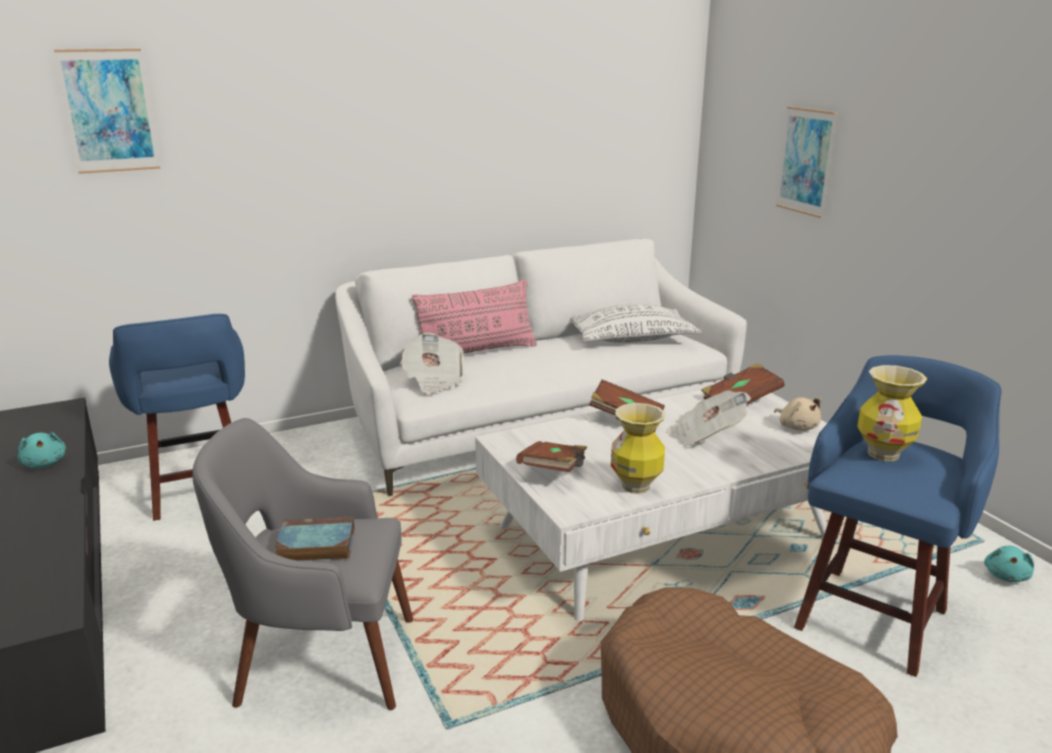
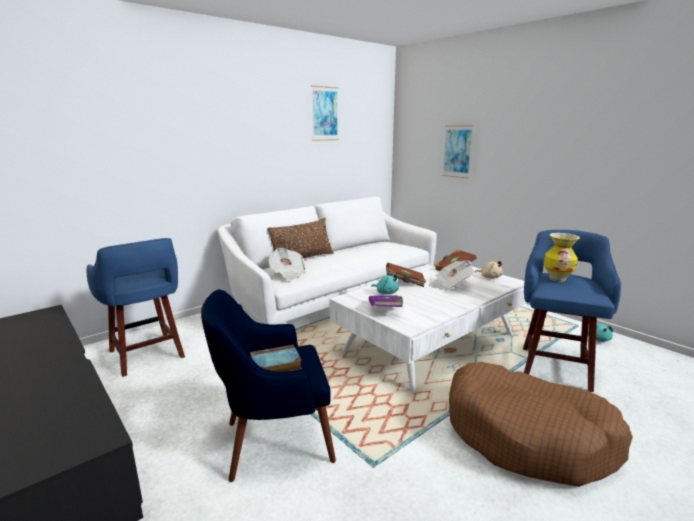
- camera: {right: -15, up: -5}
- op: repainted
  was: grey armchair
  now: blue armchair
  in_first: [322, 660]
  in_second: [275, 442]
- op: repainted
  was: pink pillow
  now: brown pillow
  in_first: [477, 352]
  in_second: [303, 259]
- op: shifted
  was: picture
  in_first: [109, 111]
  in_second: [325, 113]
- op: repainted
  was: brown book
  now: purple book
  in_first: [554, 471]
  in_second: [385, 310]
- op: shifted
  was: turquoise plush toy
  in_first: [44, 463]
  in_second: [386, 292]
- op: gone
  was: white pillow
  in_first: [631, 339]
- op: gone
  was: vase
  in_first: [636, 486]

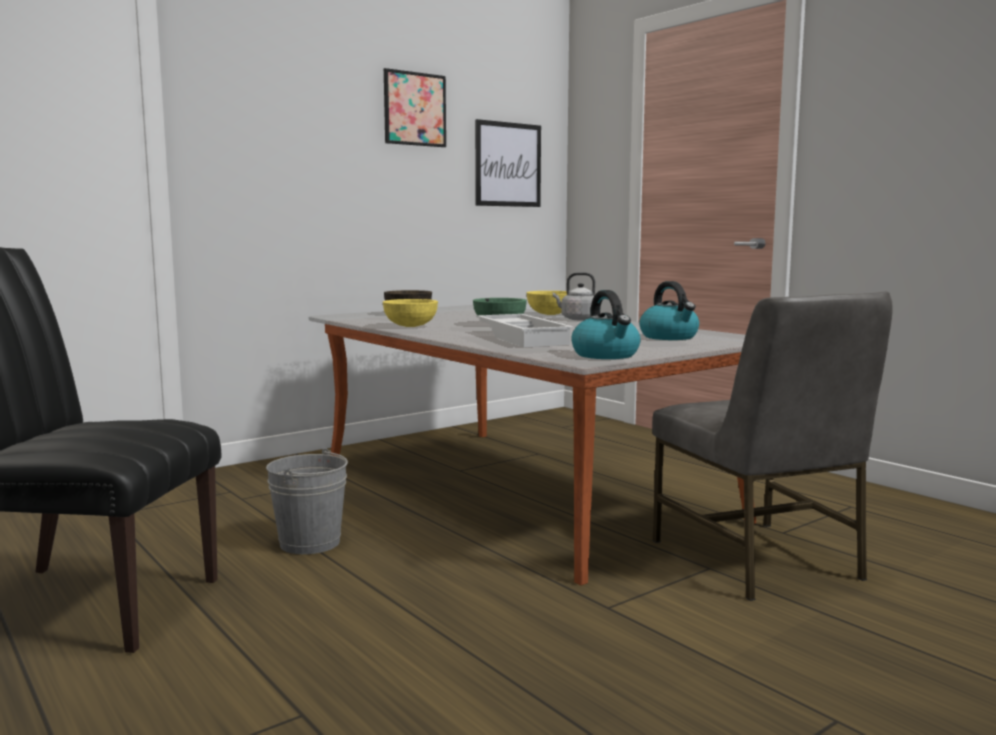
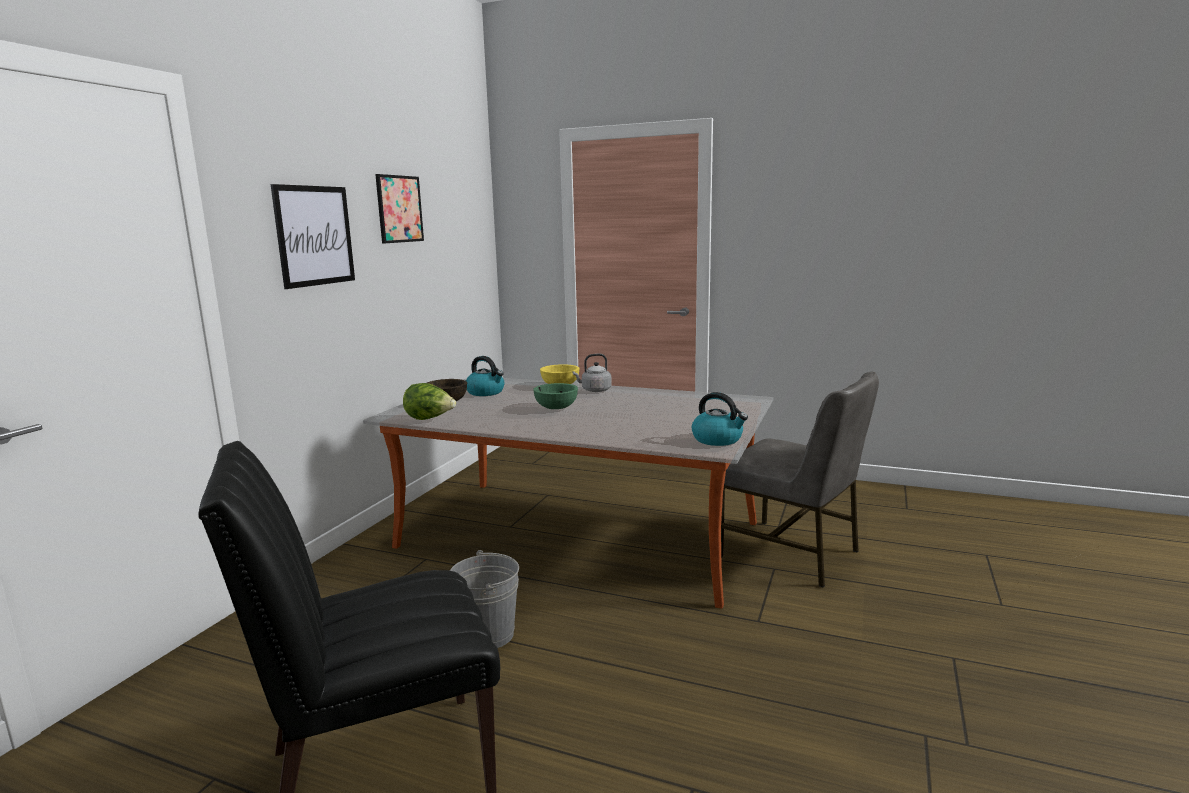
- camera: {right: -30, up: 5}
- op: shifted
  was: picture
  in_first: [508, 164]
  in_second: [314, 236]
- op: new
  now: lettuce
  in_second: [430, 419]
- op: shifted
  was: kettle
  in_first: [669, 337]
  in_second: [486, 392]
- op: gone
  was: yellow bowl
  in_first: [410, 326]
- op: gone
  was: white tray
  in_first: [524, 338]

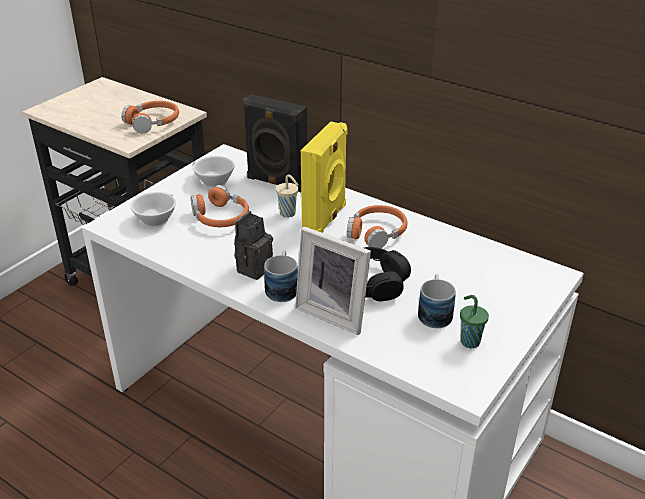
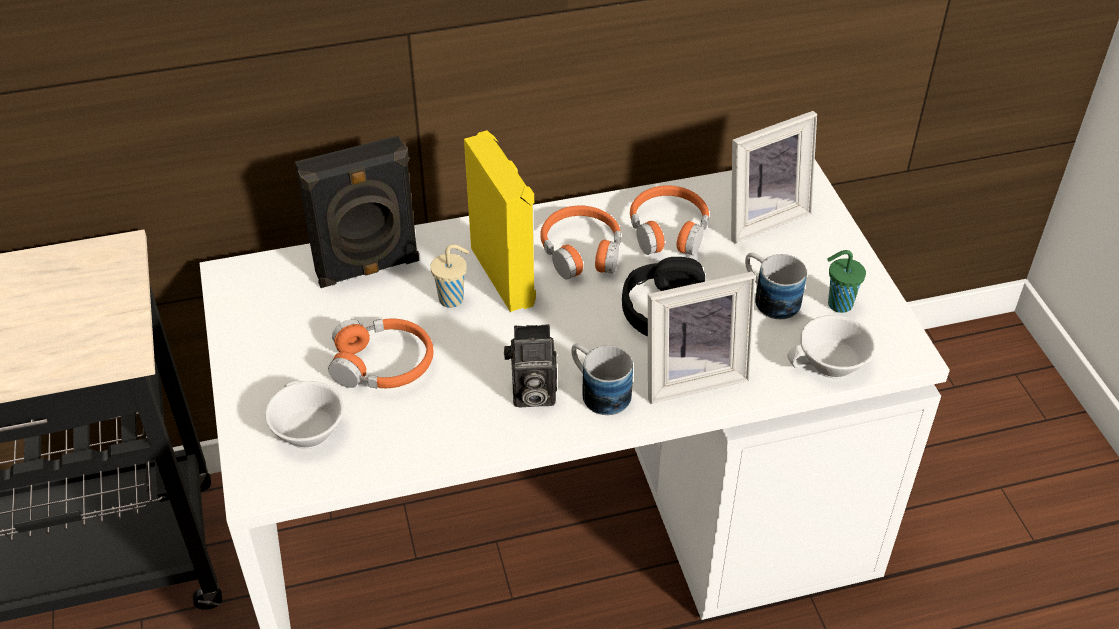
- camera: {right: -50, up: 10}
- op: rotated
  was: photo camera
  in_first: [254, 267]
  in_second: [531, 394]
  clockwise: -75
- op: shifted
  was: orange headphones
  in_first: [153, 122]
  in_second: [668, 230]
- op: new
  now: picture frame
  in_second: [761, 217]
- op: shifted
  was: white cup
  in_first: [212, 181]
  in_second: [831, 365]

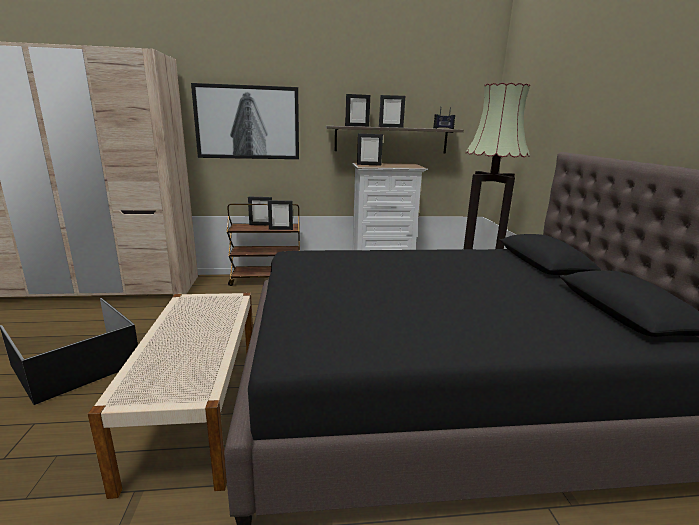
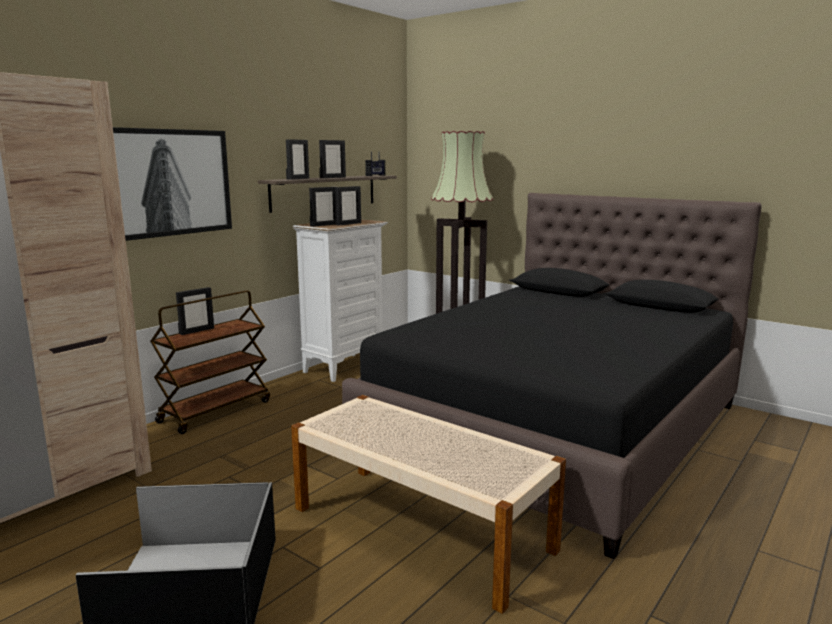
- camera: {right: -45, up: -5}
- op: shifted
  was: picture frame
  in_first: [281, 229]
  in_second: [348, 224]

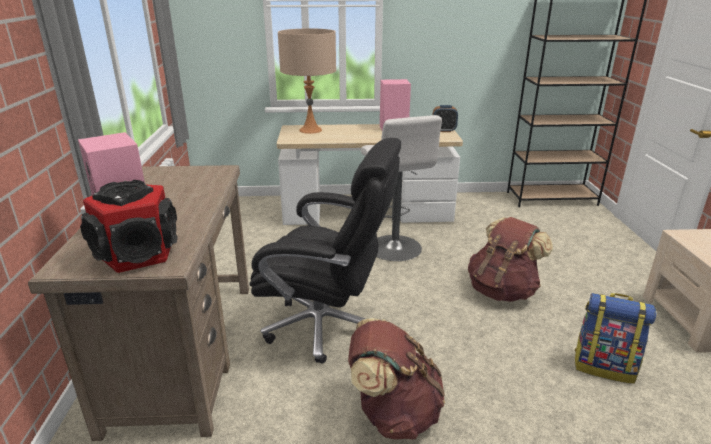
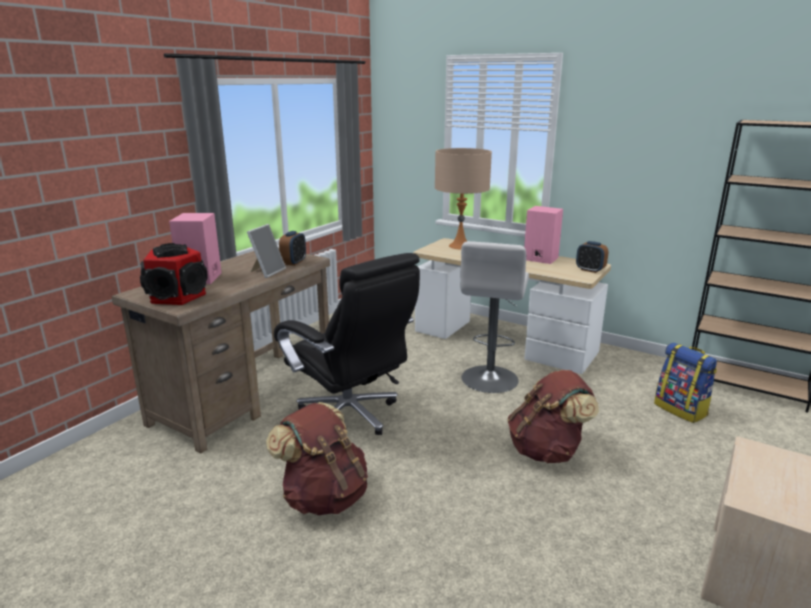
- camera: {right: 35, up: -5}
- op: new
  now: picture frame
  in_second: [267, 272]
- op: new
  now: alarm clock
  in_second: [294, 262]
- op: shifted
  was: backpack
  in_first: [604, 366]
  in_second: [681, 409]

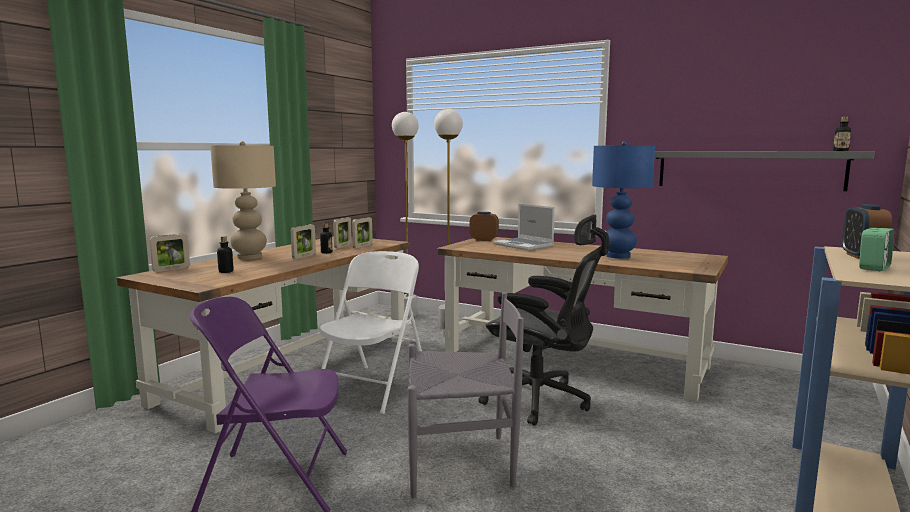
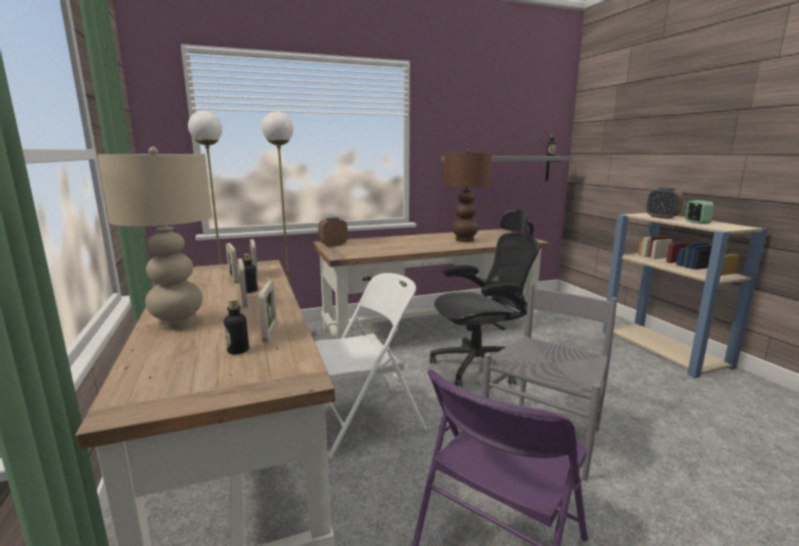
- camera: {right: -50, up: 5}
- op: shifted
  was: picture frame
  in_first: [171, 269]
  in_second: [270, 333]
- op: rotated
  was: white chair
  in_first: [373, 388]
  in_second: [364, 419]
  clockwise: 90
- op: repainted
  was: blue table lamp
  now: brown table lamp
  in_first: [618, 256]
  in_second: [464, 240]
- op: gone
  was: laptop
  in_first: [524, 245]

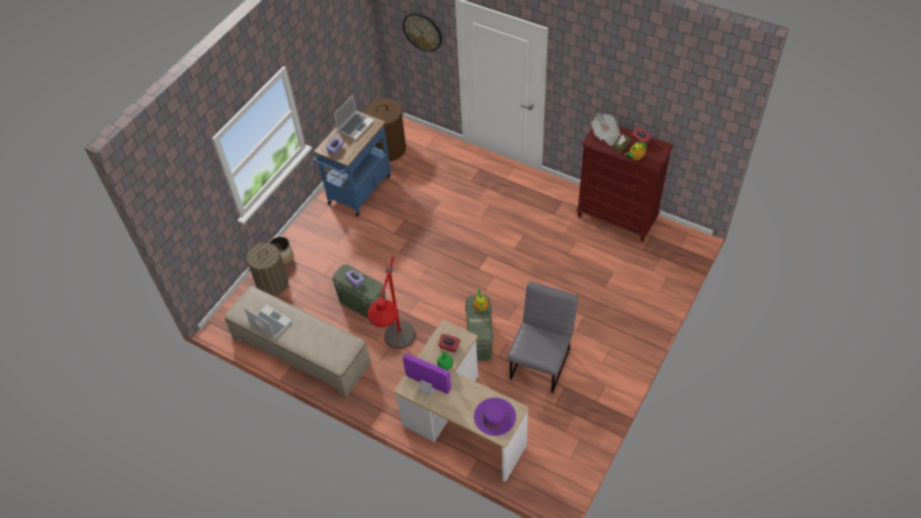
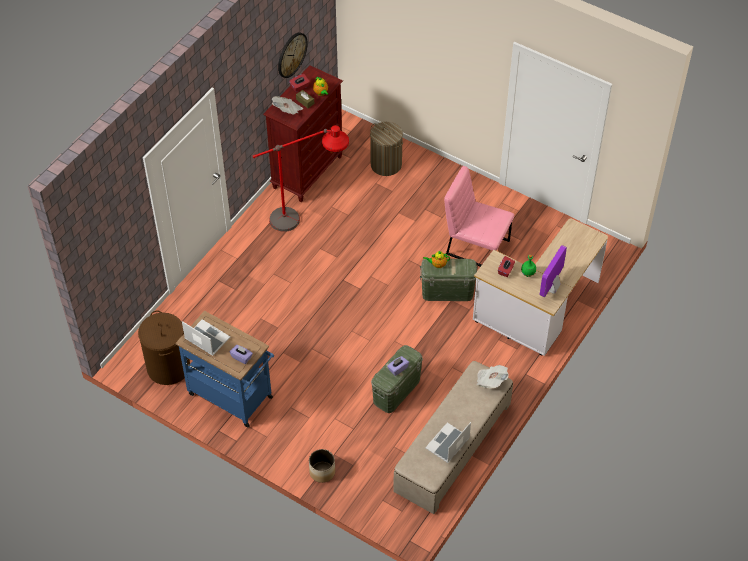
- camera: {right: -90, up: 0}
- op: shifted
  was: red floor lamp
  in_first: [398, 354]
  in_second: [306, 221]
- op: shifted
  was: wall clock
  in_first: [422, 31]
  in_second: [291, 54]
- op: shifted
  was: laundry basket
  in_first: [272, 284]
  in_second: [386, 164]
- op: repainted
  was: grey chair
  now: pink chair
  in_first: [541, 362]
  in_second: [476, 246]
- op: new
  now: newspaper
  in_second: [491, 381]
- op: gone
  was: purple hat
  in_first: [494, 416]

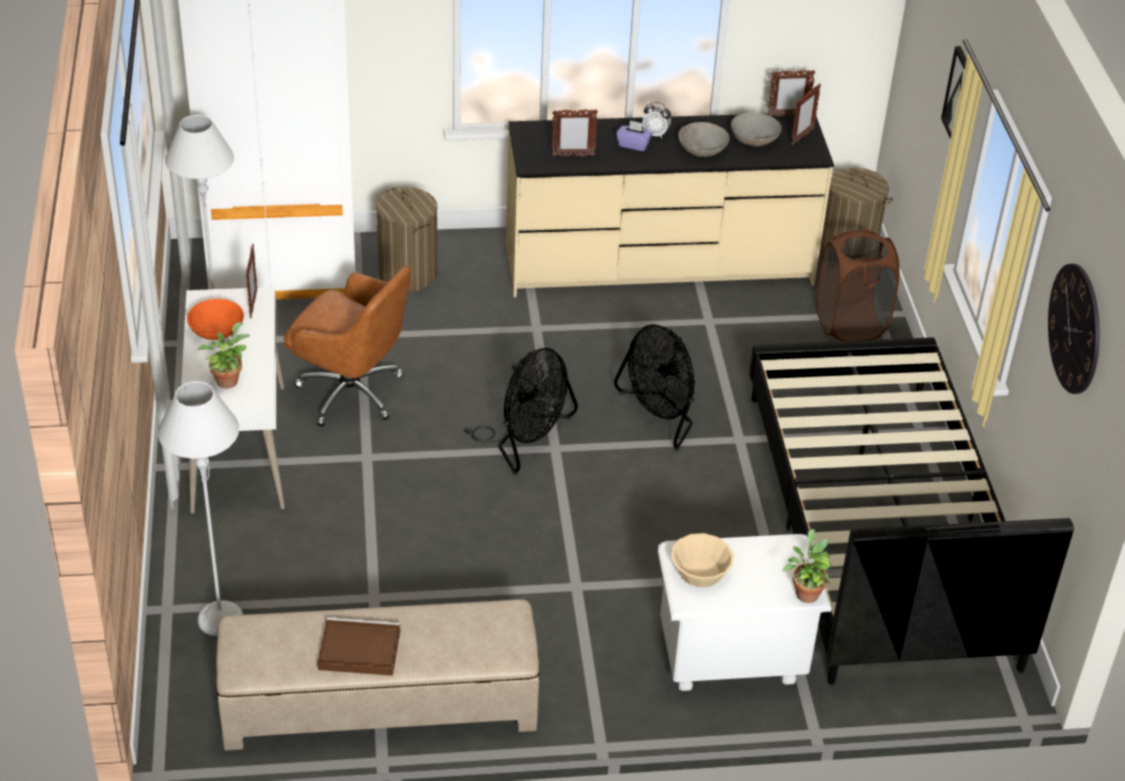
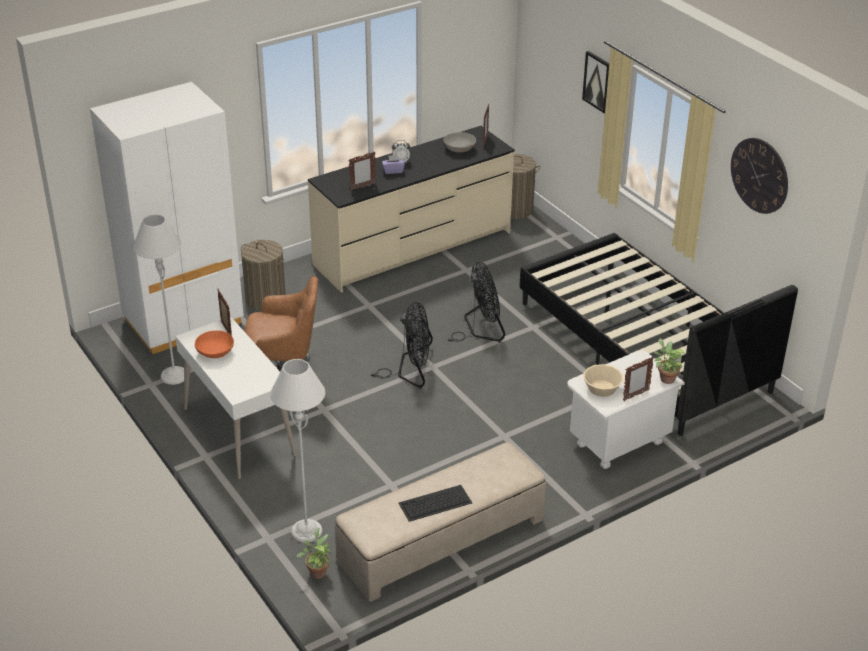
- camera: {right: -25, up: -5}
- op: shifted
  was: potted plant
  in_first: [227, 379]
  in_second: [317, 571]
- op: swapped
  was: brown tray
  now: keyboard
  in_first: [357, 650]
  in_second: [434, 503]
- op: rotated
  was: black fan
  in_first: [662, 412]
  in_second: [478, 327]
  clockwise: -135
- op: shifted
  was: picture frame
  in_first: [787, 115]
  in_second: [635, 395]
- op: gone
  was: grey bowl
  in_first: [702, 149]
- op: gone
  was: brown laundry basket
  in_first: [850, 324]

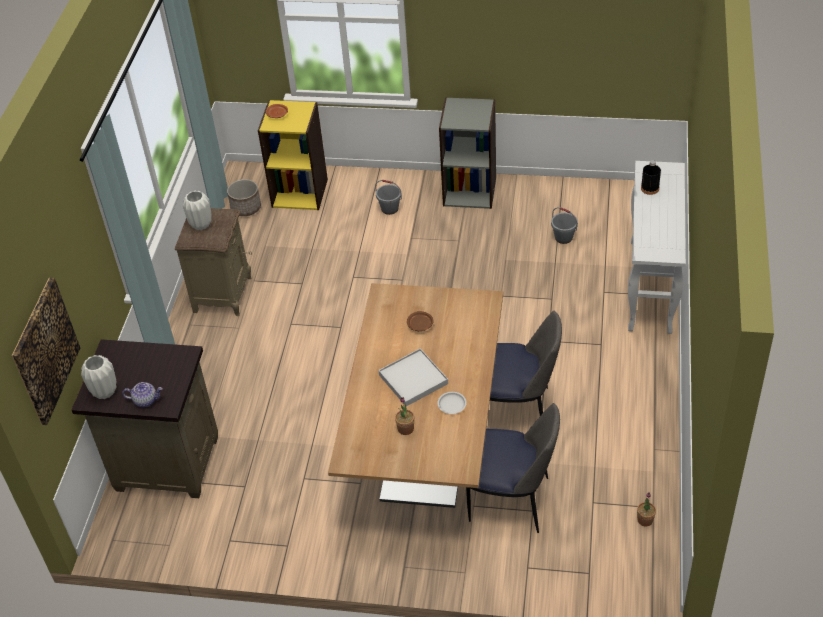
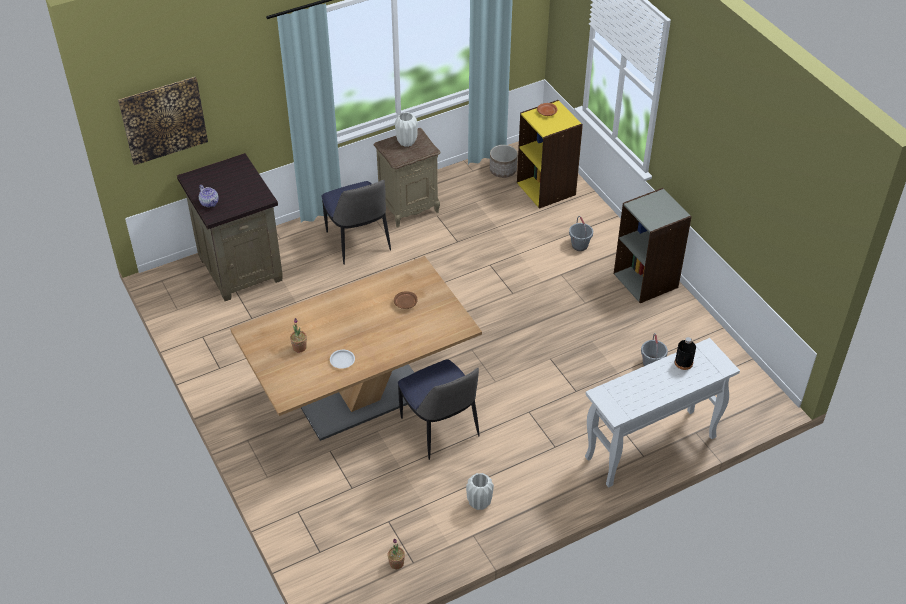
- camera: {right: 50, up: 0}
- op: shifted
  was: chair
  in_first: [512, 501]
  in_second: [358, 243]
- op: shifted
  was: white vase
  in_first: [104, 392]
  in_second: [479, 503]
- op: gone
  was: white tray
  in_first: [413, 379]

